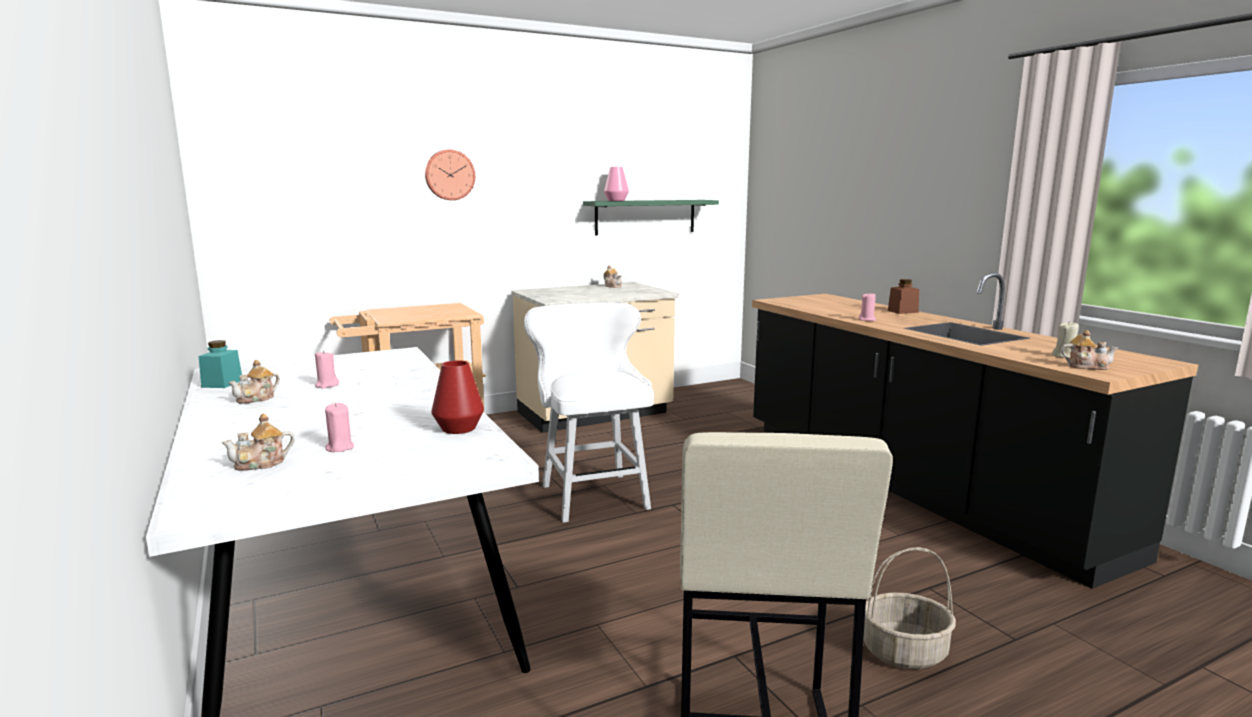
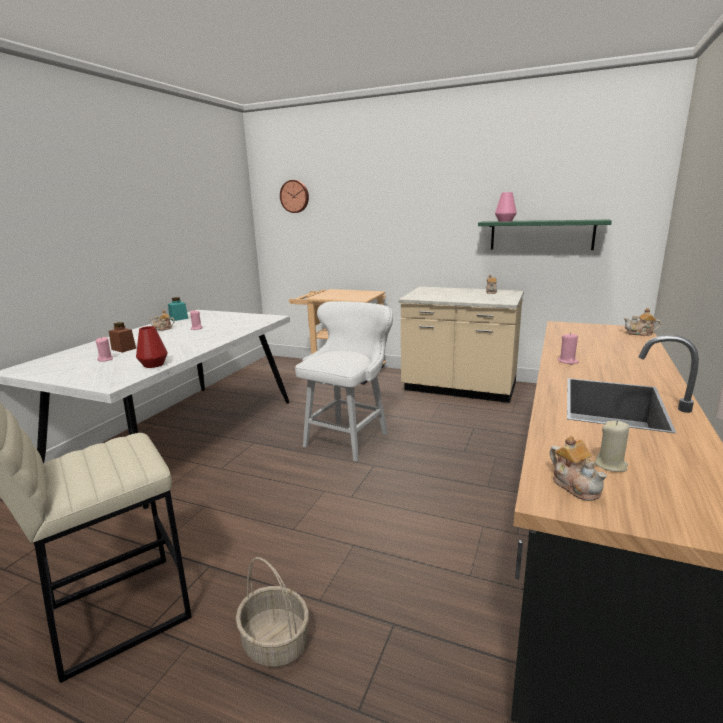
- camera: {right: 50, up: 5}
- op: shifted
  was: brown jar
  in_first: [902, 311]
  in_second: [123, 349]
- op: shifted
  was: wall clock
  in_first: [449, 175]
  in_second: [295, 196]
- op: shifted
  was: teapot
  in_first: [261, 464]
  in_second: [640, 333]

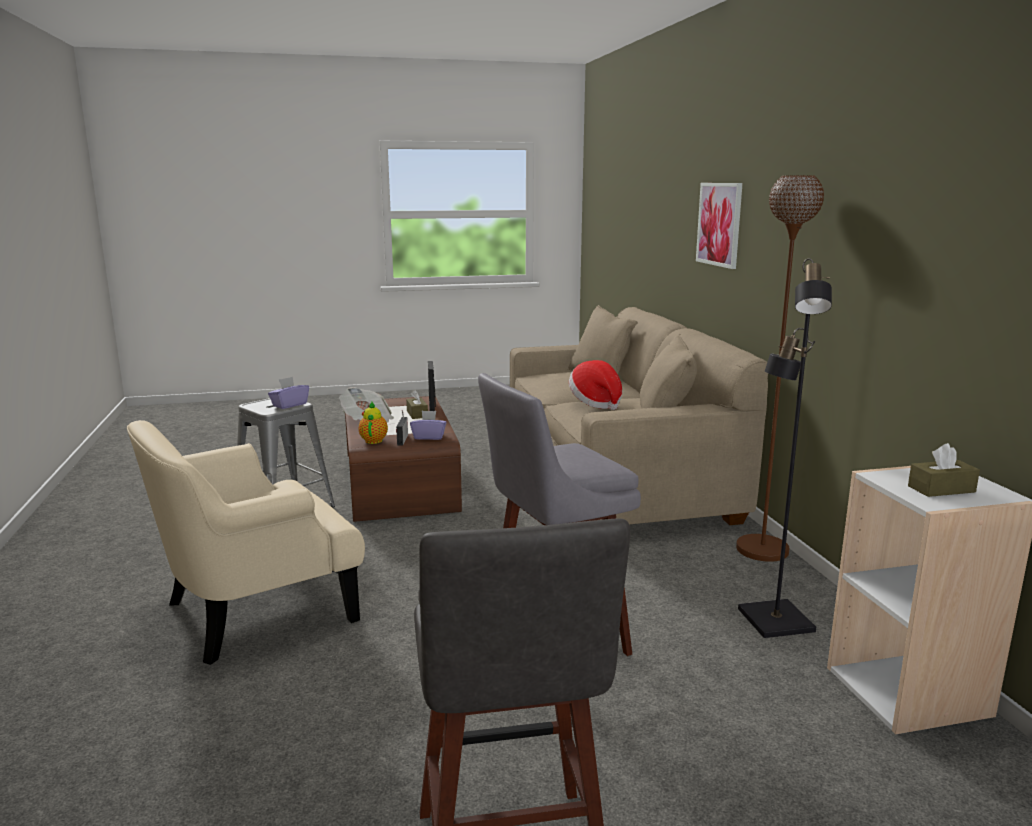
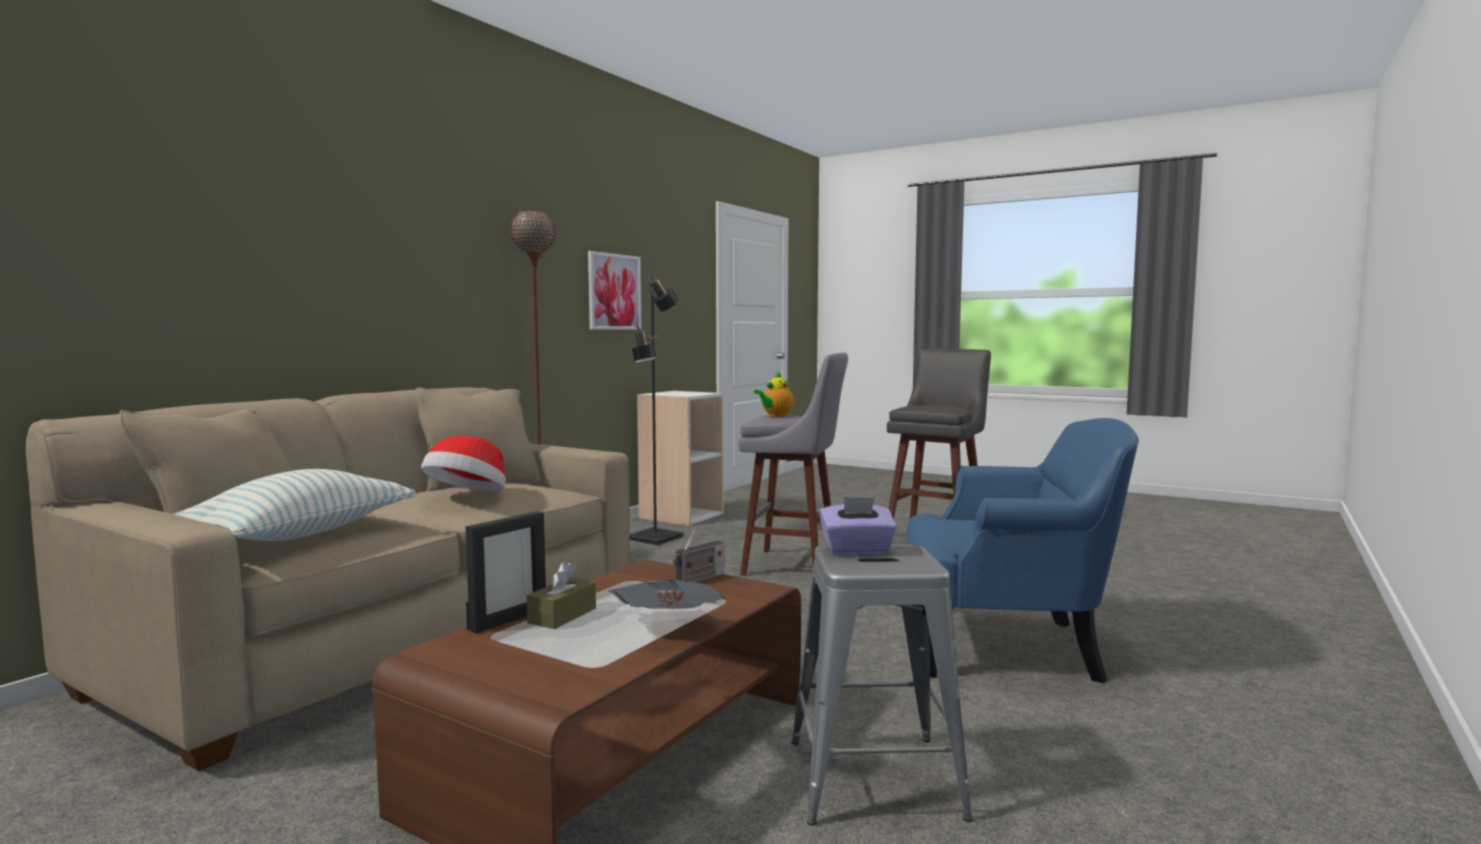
- camera: {right: -135, up: -10}
- op: new
  now: pillow
  in_second: [301, 534]
- op: shifted
  was: picture
  in_first: [719, 224]
  in_second: [614, 292]
- op: shifted
  was: teapot
  in_first: [374, 440]
  in_second: [776, 415]
- op: repainted
  was: beige armchair
  now: blue armchair
  in_first: [255, 610]
  in_second: [1006, 646]
- op: gone
  was: purple tissue box
  in_first: [429, 437]
- op: gone
  was: brown tissue box
  in_first: [941, 489]

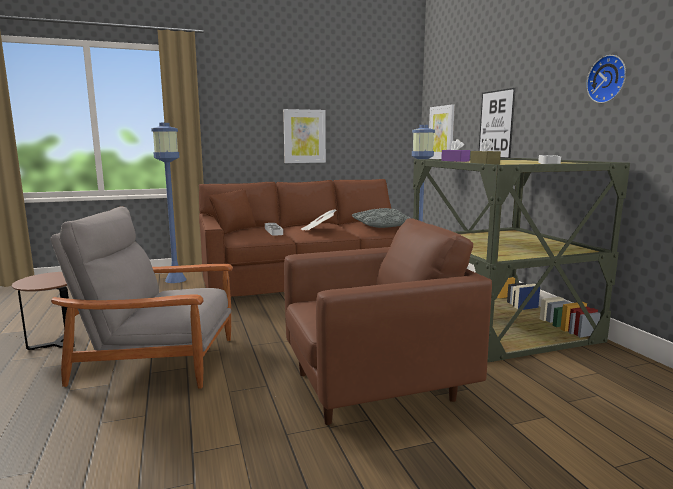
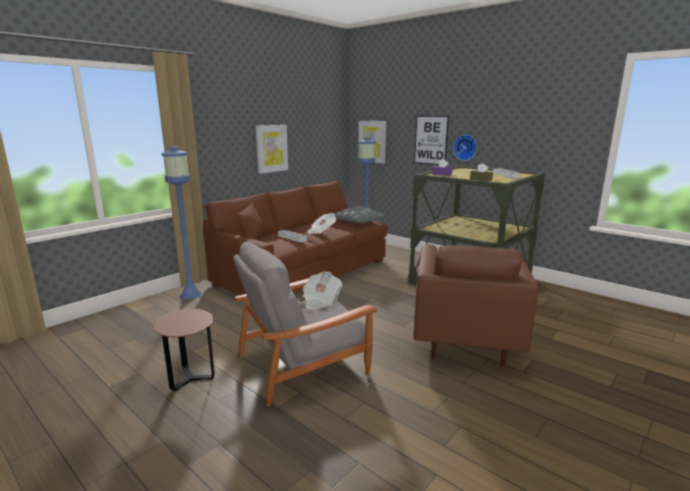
- camera: {right: -30, up: 5}
- op: new
  now: newspaper
  in_second: [321, 301]
- op: rotated
  was: brown armchair
  in_first: [374, 387]
  in_second: [464, 339]
  clockwise: 150
- op: shifted
  was: wall clock
  in_first: [608, 79]
  in_second: [465, 147]

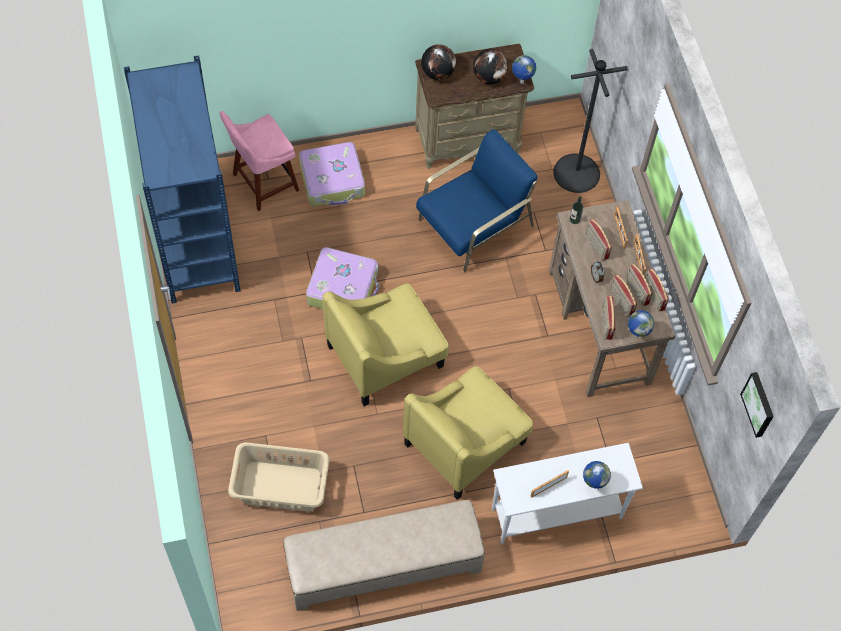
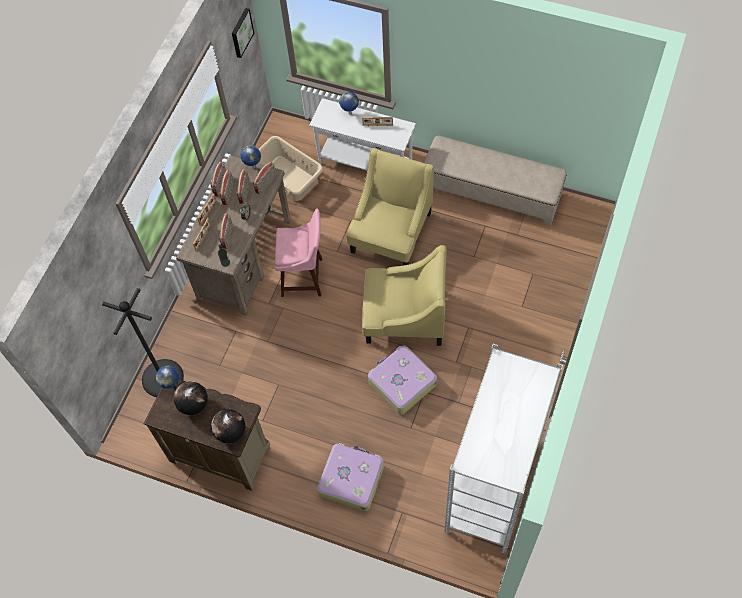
- camera: {right: -140, up: 0}
- op: shifted
  was: beige laundry basket
  in_first: [280, 486]
  in_second: [288, 179]
- op: shifted
  was: pink chair
  in_first: [262, 183]
  in_second: [305, 277]
- op: rotated
  was: yellow armchair
  in_first: [465, 443]
  in_second: [391, 233]
  clockwise: -60
- op: repainted
  was: blue bookcase
  now: white bookcase
  in_first: [196, 241]
  in_second: [492, 486]
- op: gone
  was: blue armchair
  in_first: [472, 226]

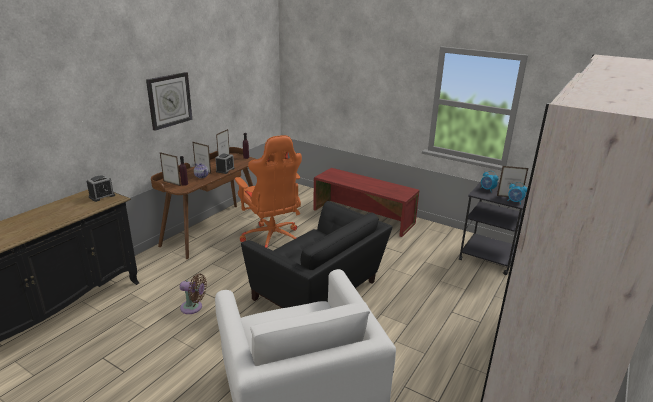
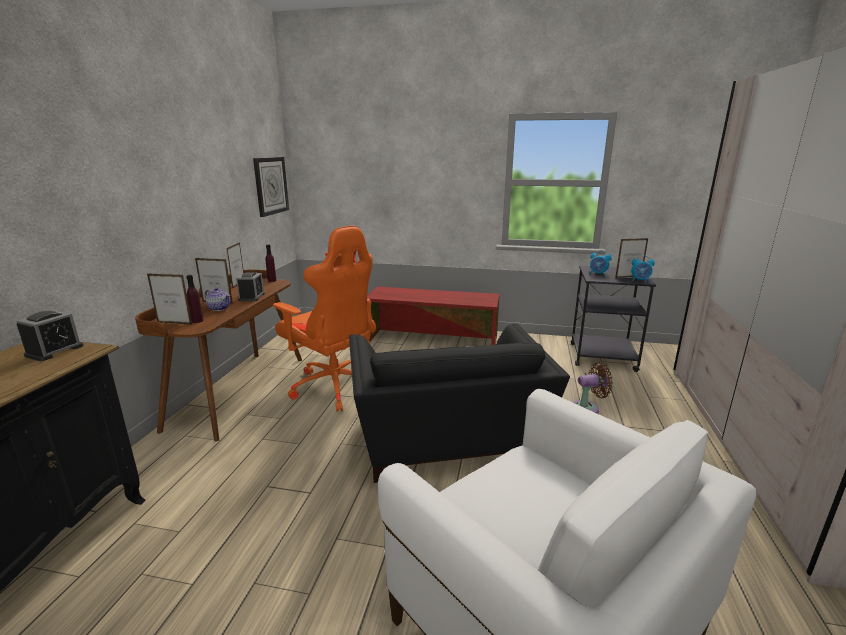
- camera: {right: -20, up: -5}
- op: shifted
  was: wall clock
  in_first: [169, 100]
  in_second: [270, 185]
- op: rotated
  was: black armchair
  in_first: [318, 292]
  in_second: [446, 442]
  clockwise: 60
- op: shifted
  was: brown fan
  in_first: [193, 308]
  in_second: [588, 408]

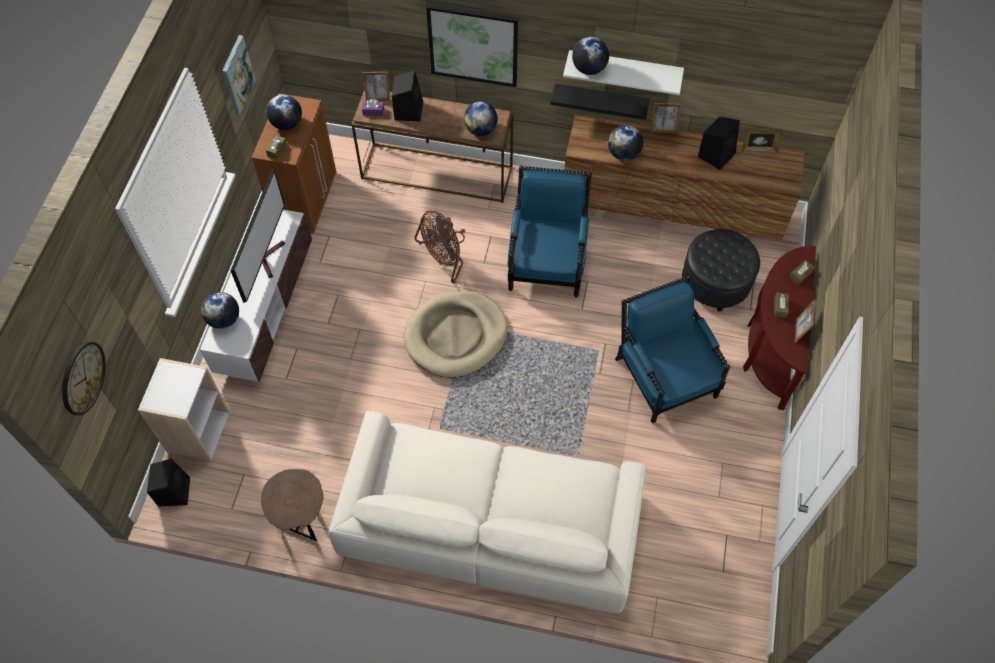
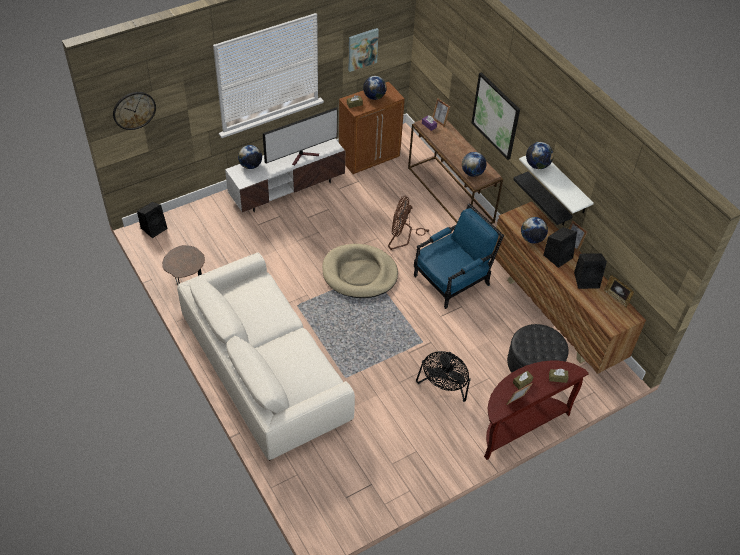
- camera: {right: 45, up: -10}
- op: swapped
  was: blue armchair
  now: black fan
  in_first: [664, 374]
  in_second: [443, 383]
- op: shifted
  was: black speaker
  in_first: [408, 110]
  in_second: [558, 256]
- op: gone
  was: white bookcase
  in_first: [198, 430]

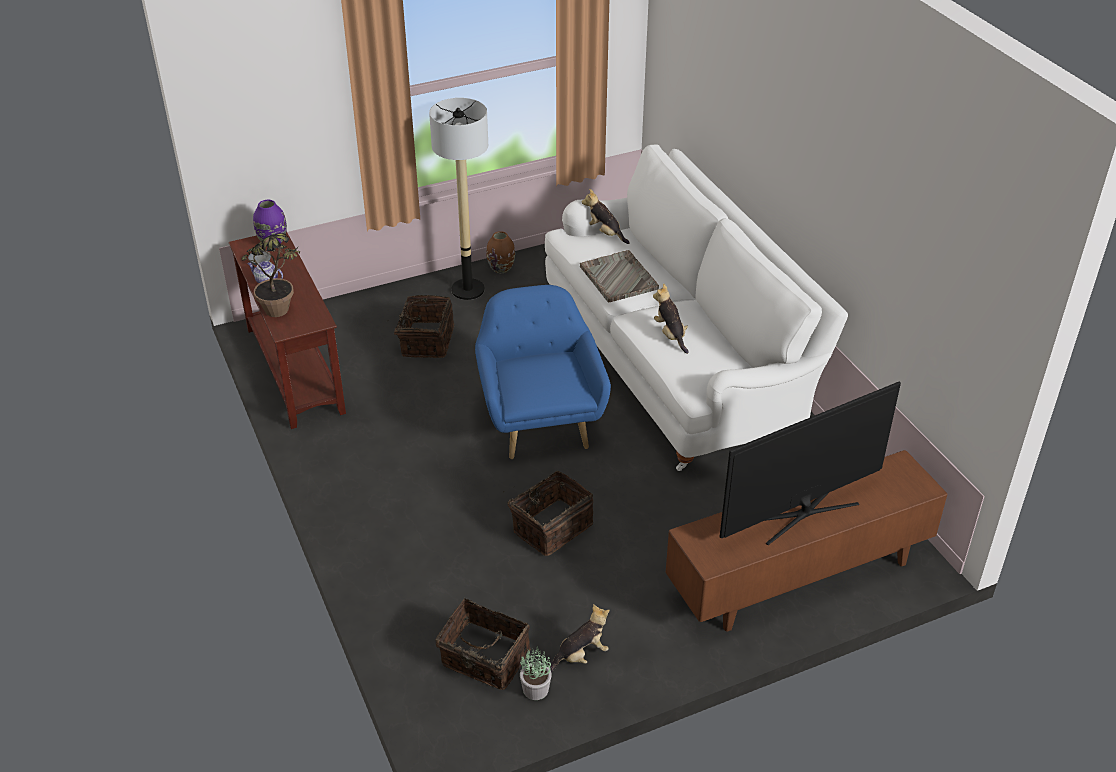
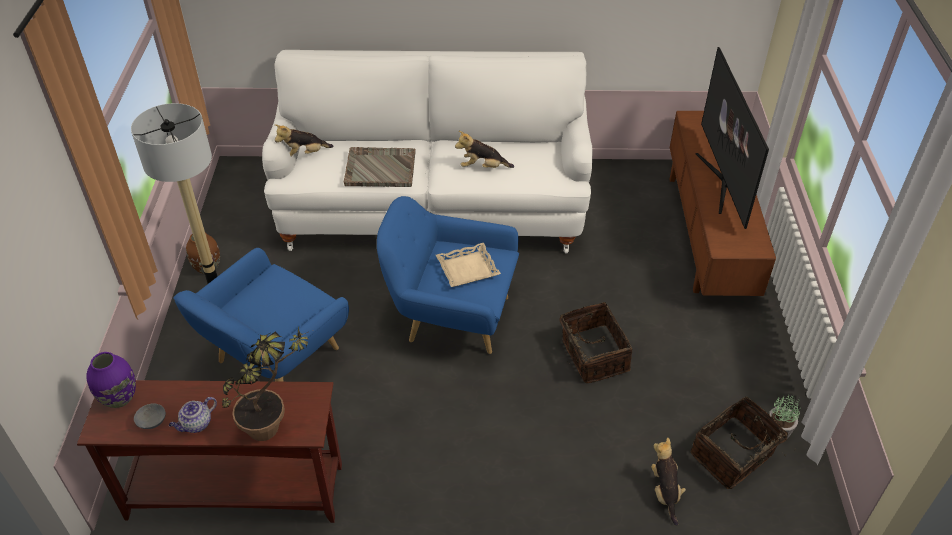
- camera: {right: -65, up: 5}
- op: swapped
  was: basket
  now: blue armchair
  in_first: [425, 341]
  in_second: [274, 361]
- op: new
  now: beige tray
  in_second: [467, 268]
- op: shifted
  was: plush toy
  in_first: [581, 655]
  in_second: [665, 492]

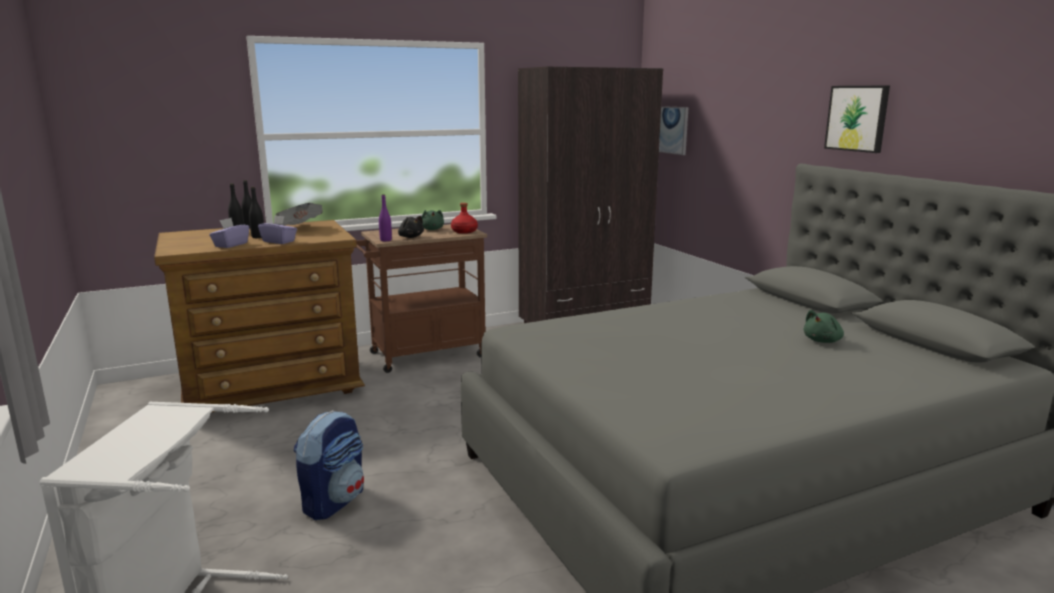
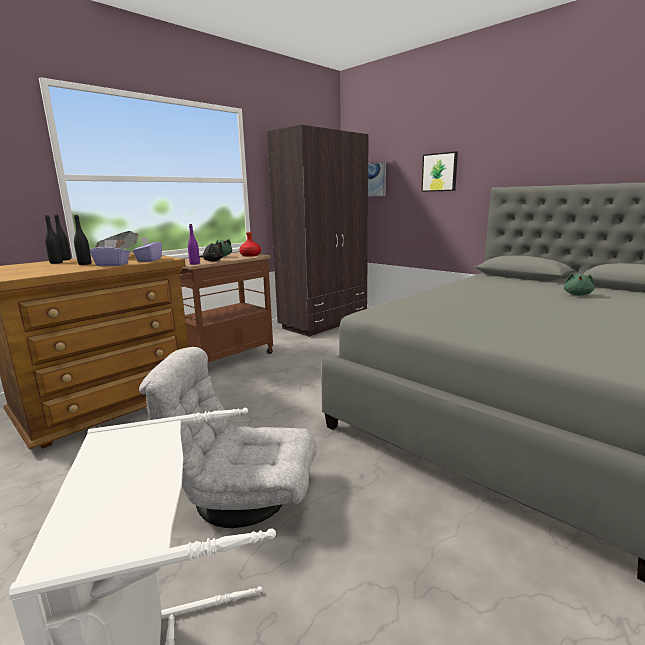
- camera: {right: -20, up: 0}
- op: shifted
  was: purple tissue box
  in_first: [231, 245]
  in_second: [149, 260]
- op: swapped
  was: backpack
  now: grey armchair
  in_first: [334, 501]
  in_second: [244, 494]
- op: shifted
  was: picture
  in_first: [857, 118]
  in_second: [439, 172]

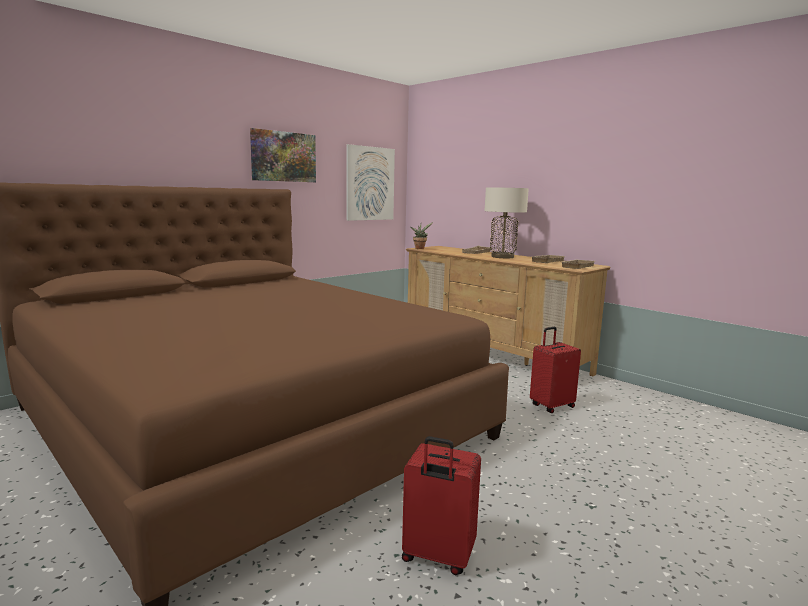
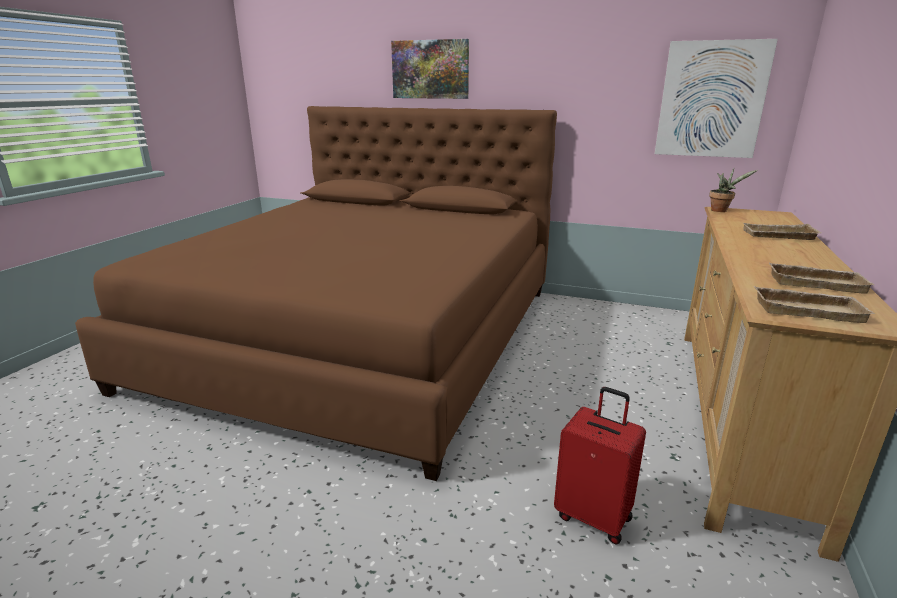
- camera: {right: 65, up: 10}
- op: shifted
  was: picture
  in_first: [283, 156]
  in_second: [430, 69]
- op: gone
  was: red suitcase
  in_first: [437, 557]
- op: gone
  was: table lamp
  in_first: [502, 257]

